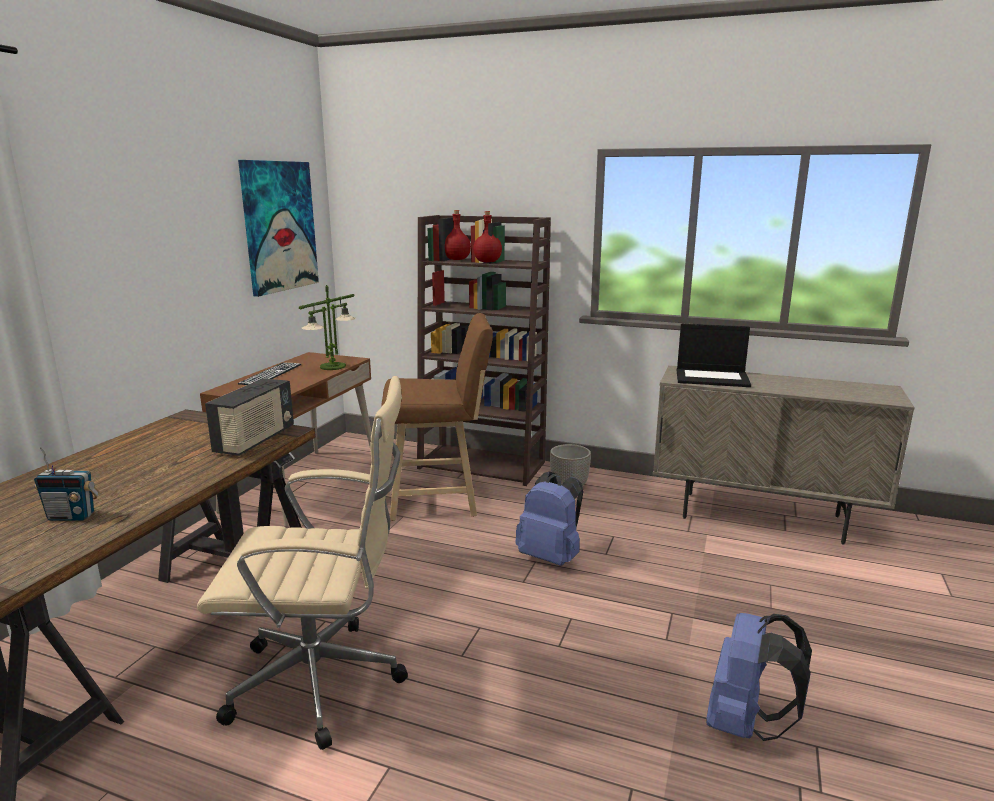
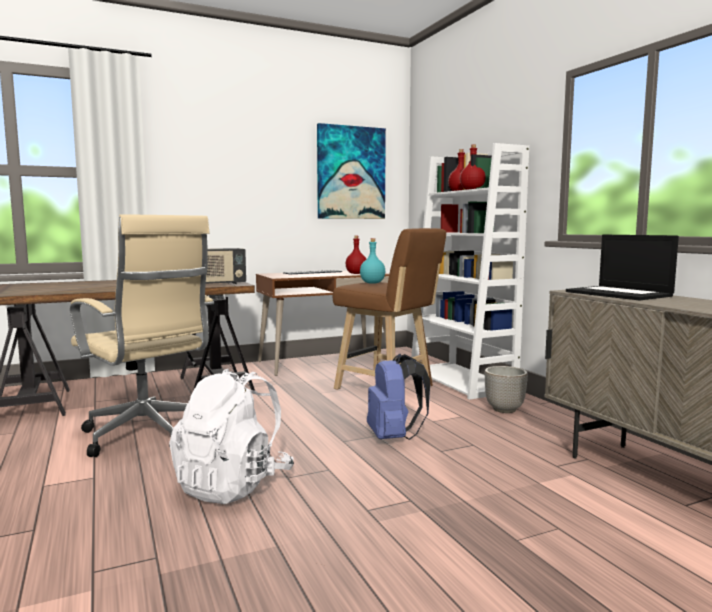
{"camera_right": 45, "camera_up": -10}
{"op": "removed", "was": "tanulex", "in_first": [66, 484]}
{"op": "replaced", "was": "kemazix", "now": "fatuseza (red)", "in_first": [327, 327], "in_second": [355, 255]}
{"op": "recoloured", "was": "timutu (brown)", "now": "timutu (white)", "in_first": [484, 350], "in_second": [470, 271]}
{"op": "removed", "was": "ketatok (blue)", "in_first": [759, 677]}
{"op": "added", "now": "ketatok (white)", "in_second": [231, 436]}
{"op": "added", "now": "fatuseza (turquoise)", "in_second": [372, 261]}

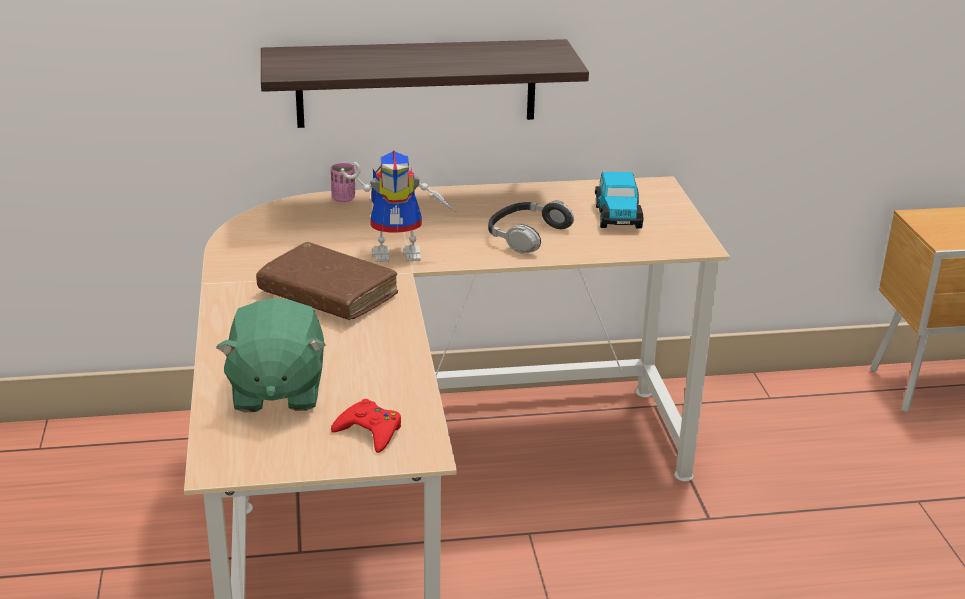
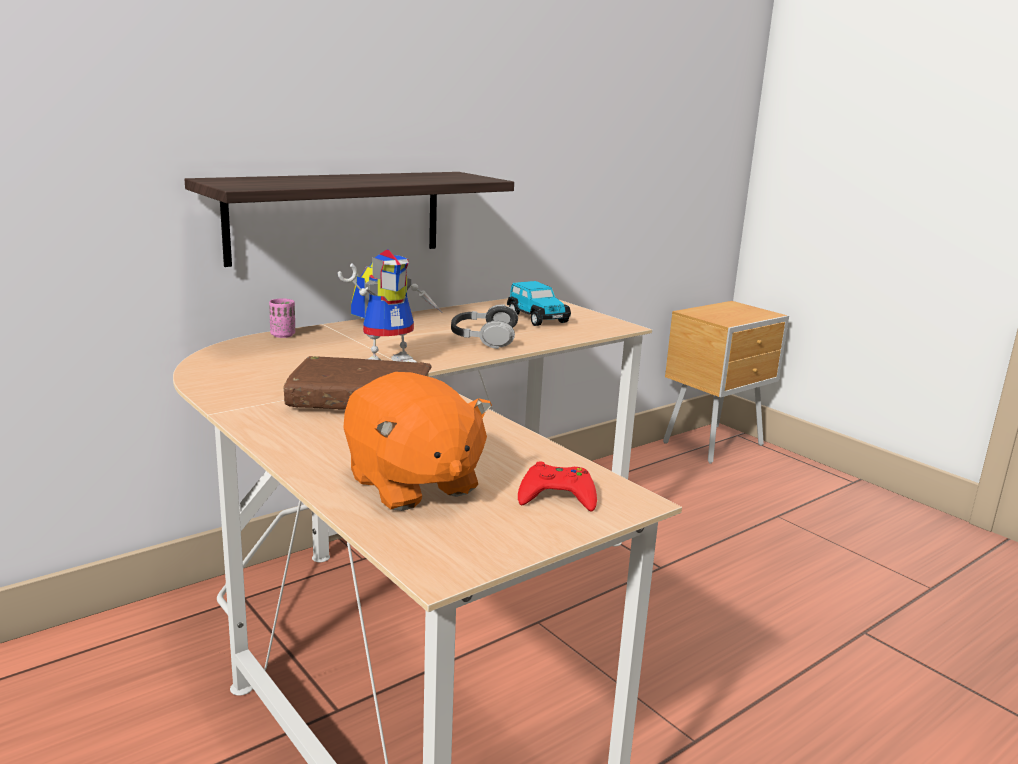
{"camera_right": -30, "camera_up": -10}
{"op": "recoloured", "was": "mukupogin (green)", "now": "mukupogin (orange)", "in_first": [271, 355], "in_second": [417, 441]}

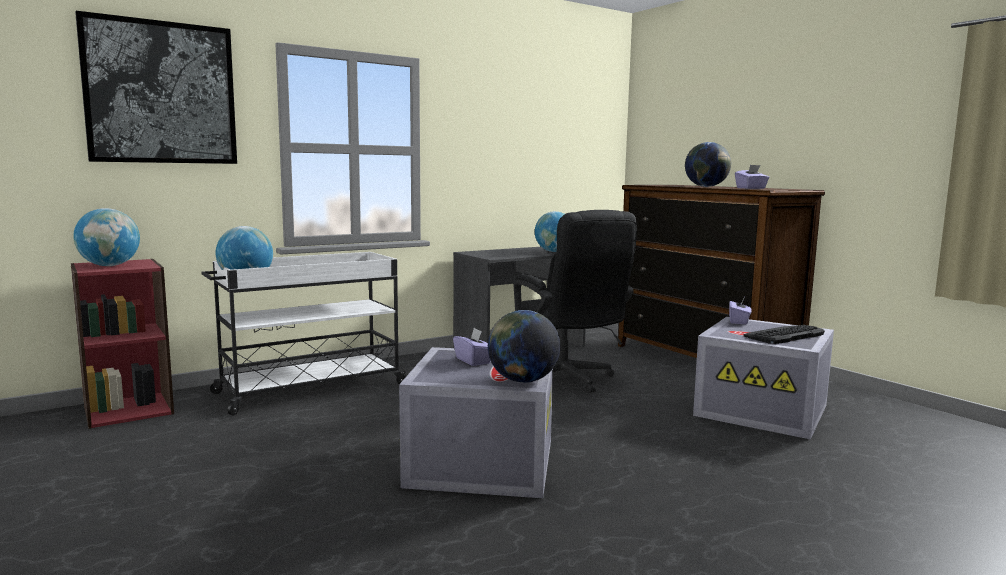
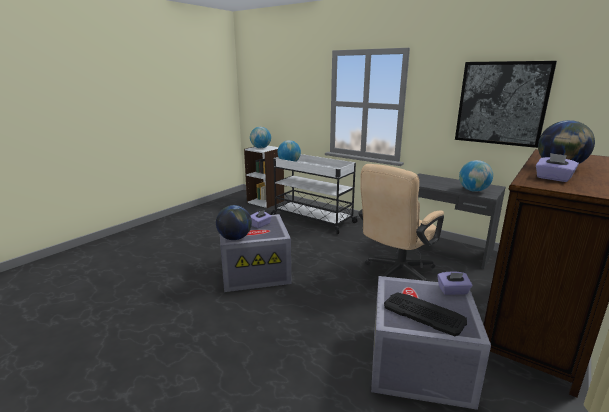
{"camera_right": 70, "camera_up": 10}
{"op": "recoloured", "was": "timutu (red)", "now": "timutu (white)", "in_first": [122, 344], "in_second": [264, 177]}
{"op": "moved", "was": "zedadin", "in_first": [156, 87], "in_second": [506, 104]}
{"op": "recoloured", "was": "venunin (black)", "now": "venunin (beige)", "in_first": [575, 301], "in_second": [401, 222]}

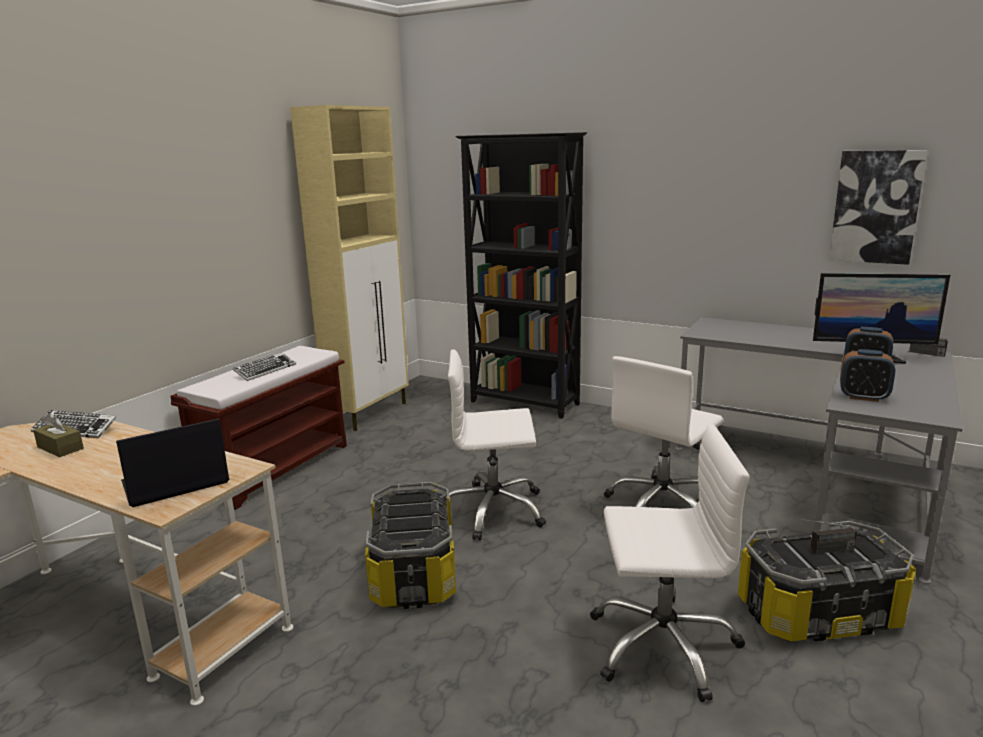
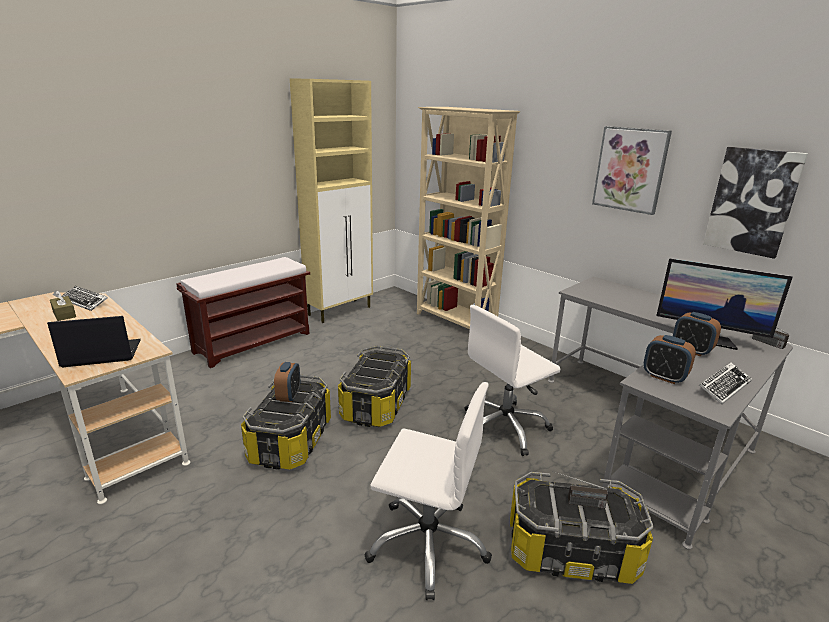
{"camera_right": 15, "camera_up": 5}
{"op": "moved", "was": "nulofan", "in_first": [264, 366], "in_second": [725, 383]}
{"op": "replaced", "was": "venunin (white)", "now": "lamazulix", "in_first": [497, 445], "in_second": [374, 386]}
{"op": "recoloured", "was": "timutu (black)", "now": "timutu (beige)", "in_first": [521, 275], "in_second": [468, 218]}
{"op": "added", "now": "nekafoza", "in_second": [287, 382]}
{"op": "added", "now": "zedadin", "in_second": [632, 170]}

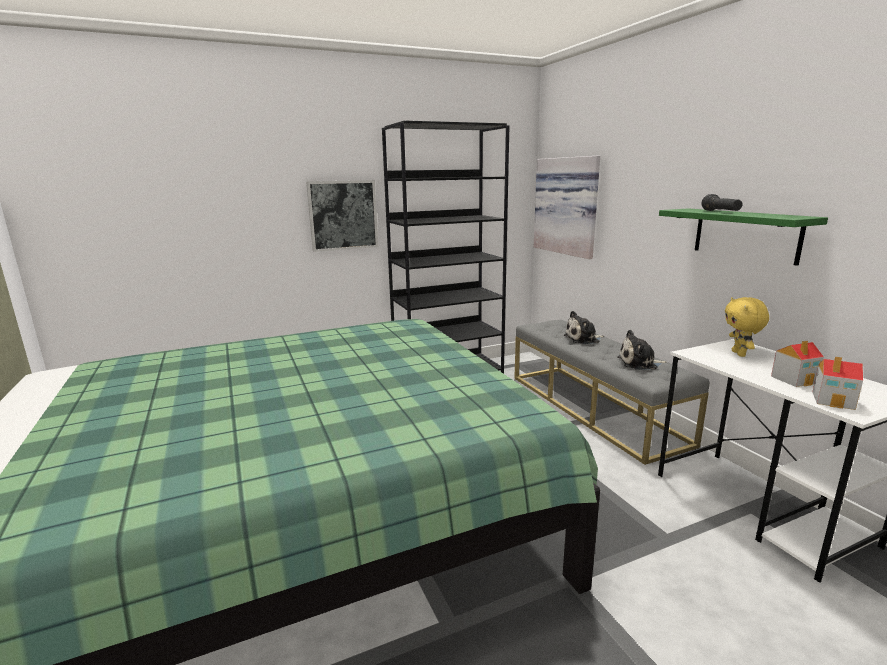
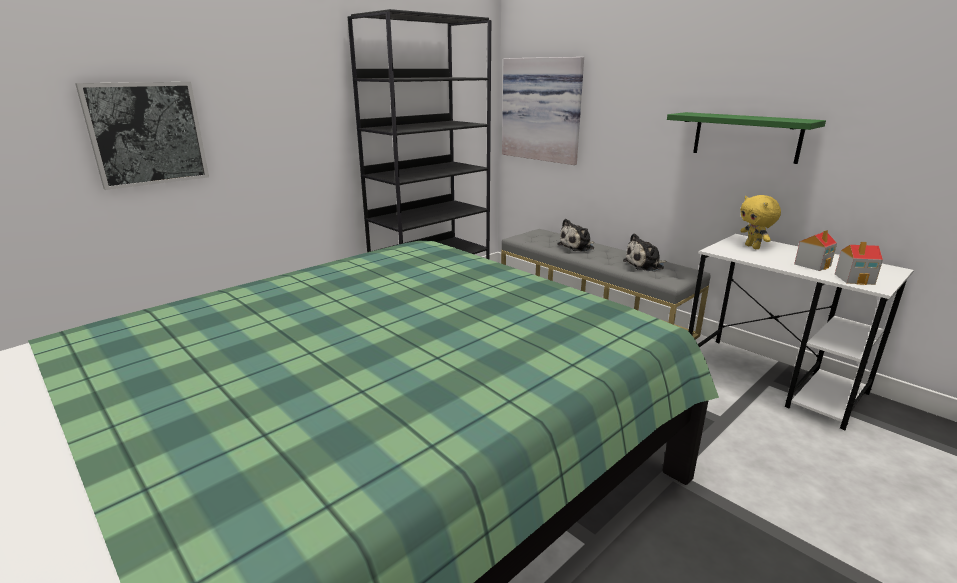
{"camera_right": -20, "camera_up": 5}
{"op": "moved", "was": "zedadin", "in_first": [342, 216], "in_second": [142, 136]}
{"op": "removed", "was": "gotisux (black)", "in_first": [722, 202]}

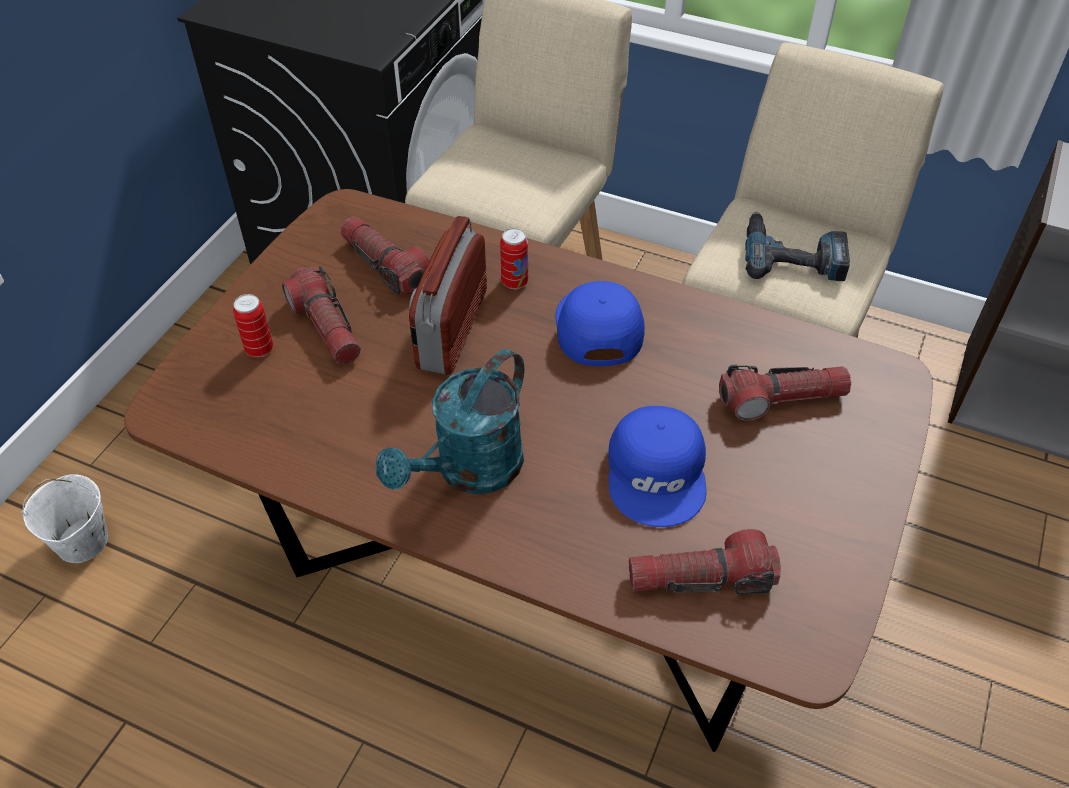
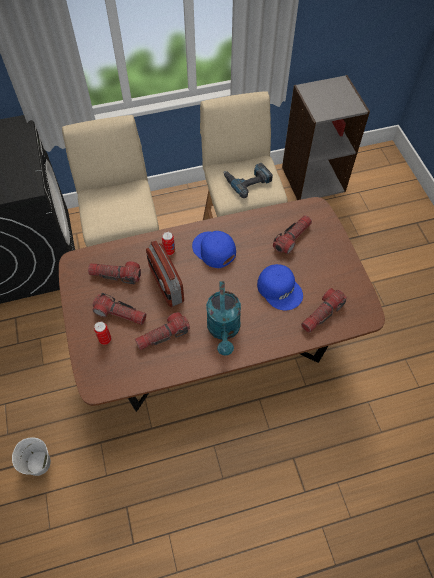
{"camera_right": -40, "camera_up": 10}
{"op": "added", "now": "gotisux", "in_second": [162, 331]}

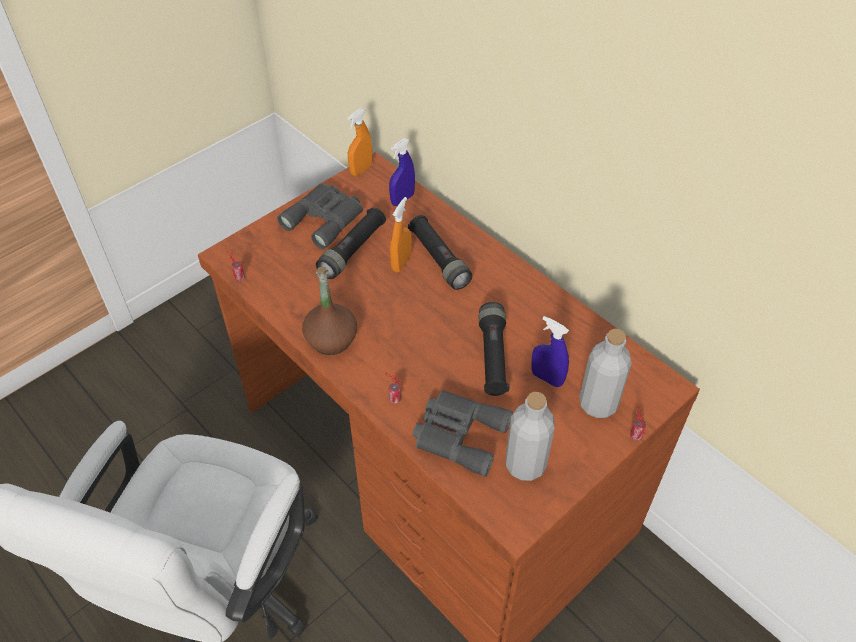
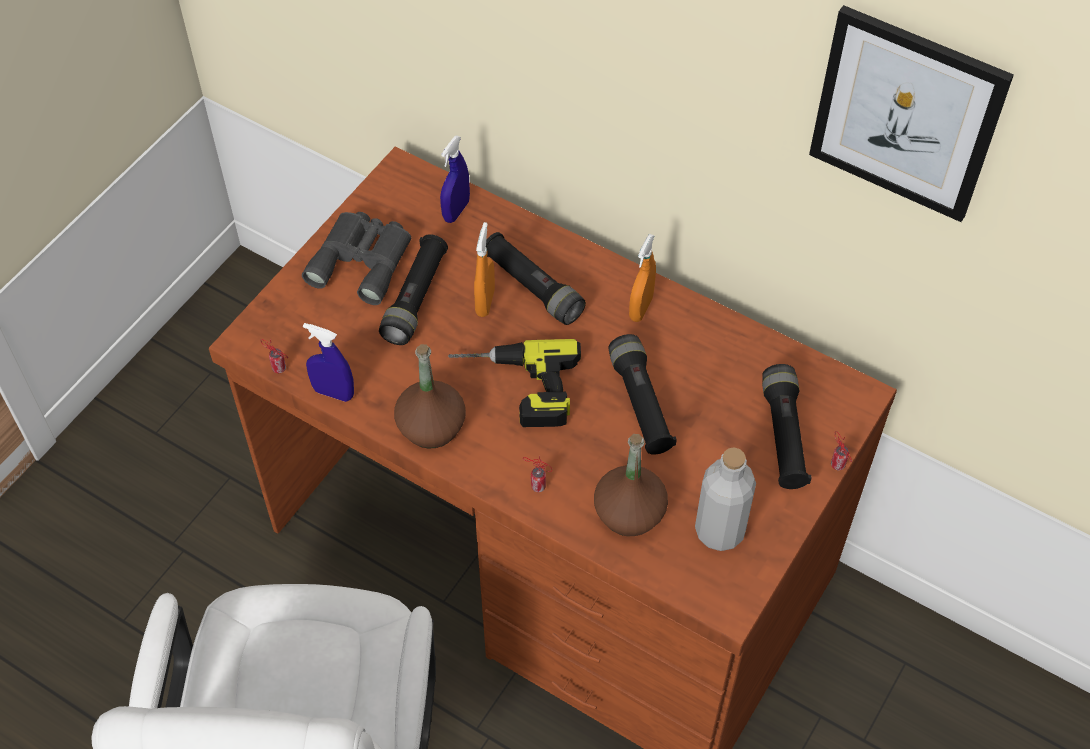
{"camera_right": -15, "camera_up": 5}
{"op": "moved", "was": "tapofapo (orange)", "in_first": [360, 142], "in_second": [642, 278]}
{"op": "replaced", "was": "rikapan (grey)", "now": "fatuseza (brown)", "in_first": [462, 433], "in_second": [631, 485]}
{"op": "moved", "was": "tapofapo (blue)", "in_first": [550, 351], "in_second": [328, 362]}
{"op": "replaced", "was": "fatuseza (grey)", "now": "gotisux (black)", "in_first": [605, 373], "in_second": [787, 426]}
{"op": "added", "now": "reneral", "in_second": [514, 383]}
{"op": "added", "now": "zedadin", "in_second": [911, 113]}

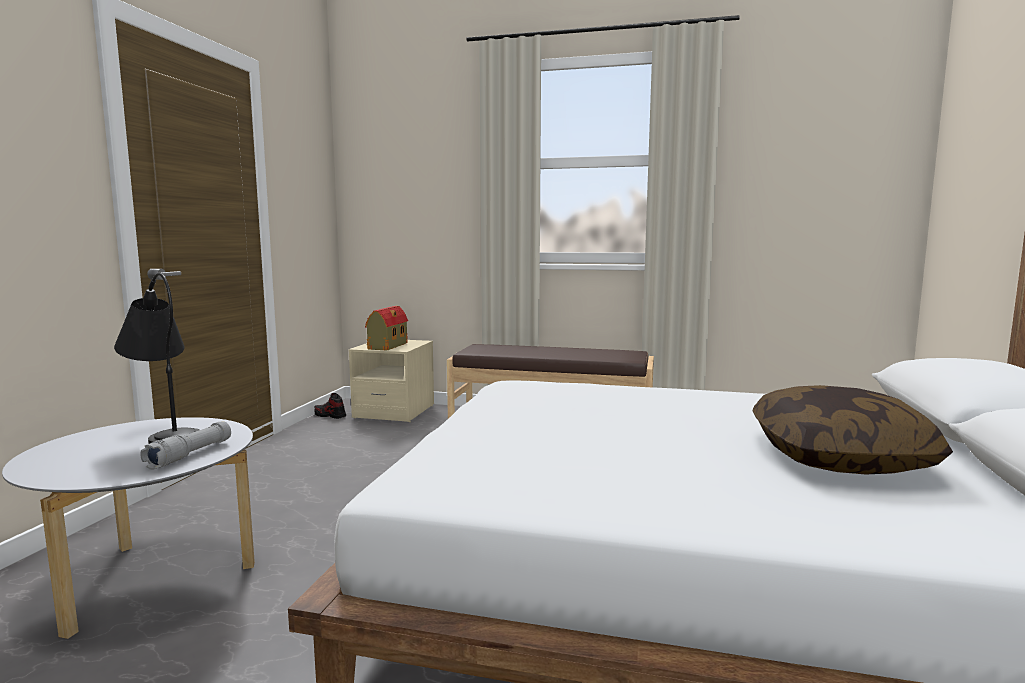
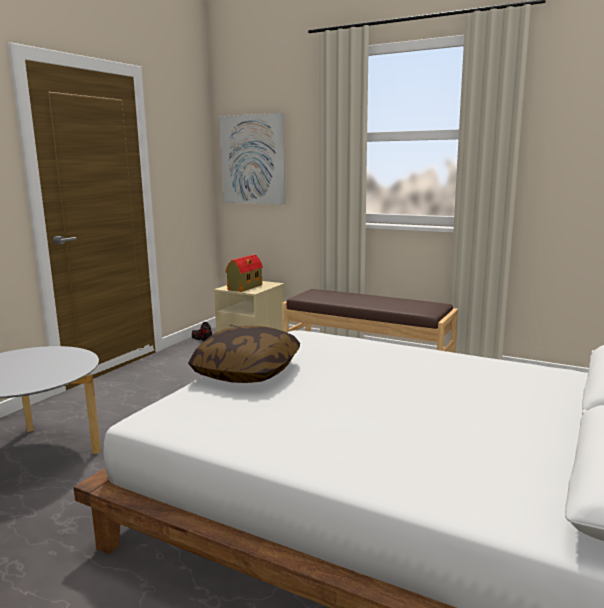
{"camera_right": 15, "camera_up": 5}
{"op": "removed", "was": "kemazix (black)", "in_first": [157, 358]}
{"op": "removed", "was": "gotisux (grey)", "in_first": [185, 445]}
{"op": "moved", "was": "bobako", "in_first": [853, 430], "in_second": [244, 354]}
{"op": "added", "now": "zedadin", "in_second": [252, 158]}

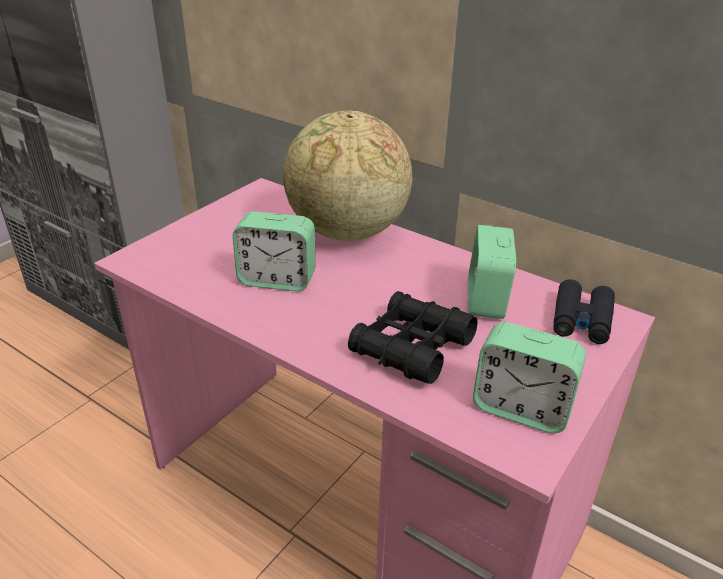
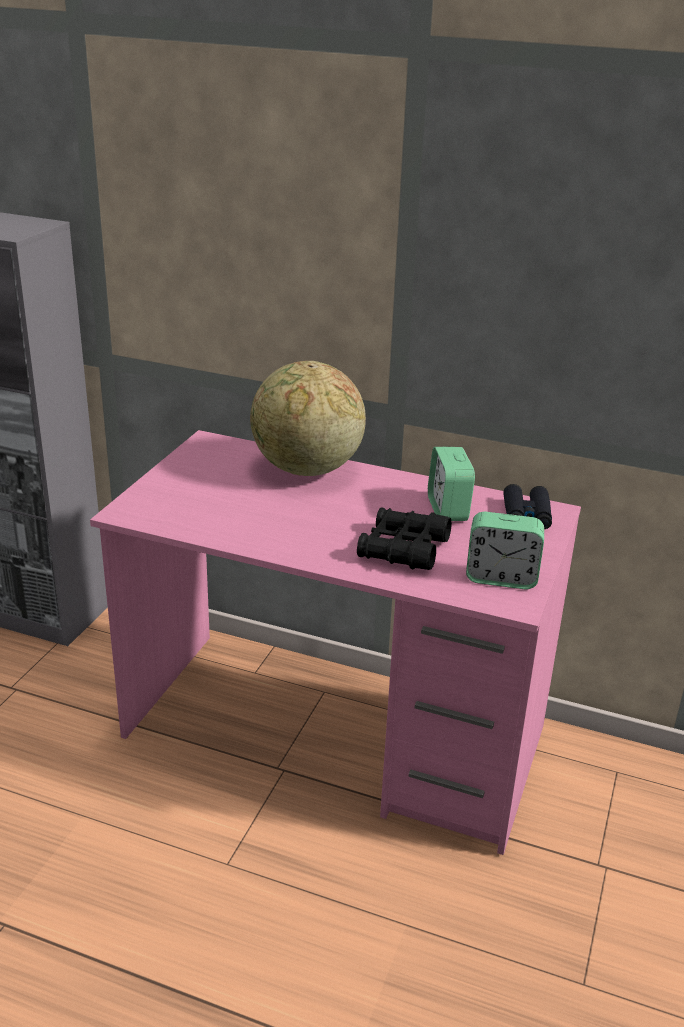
{"camera_right": -15, "camera_up": -5}
{"op": "removed", "was": "nekafoza", "in_first": [274, 251]}

